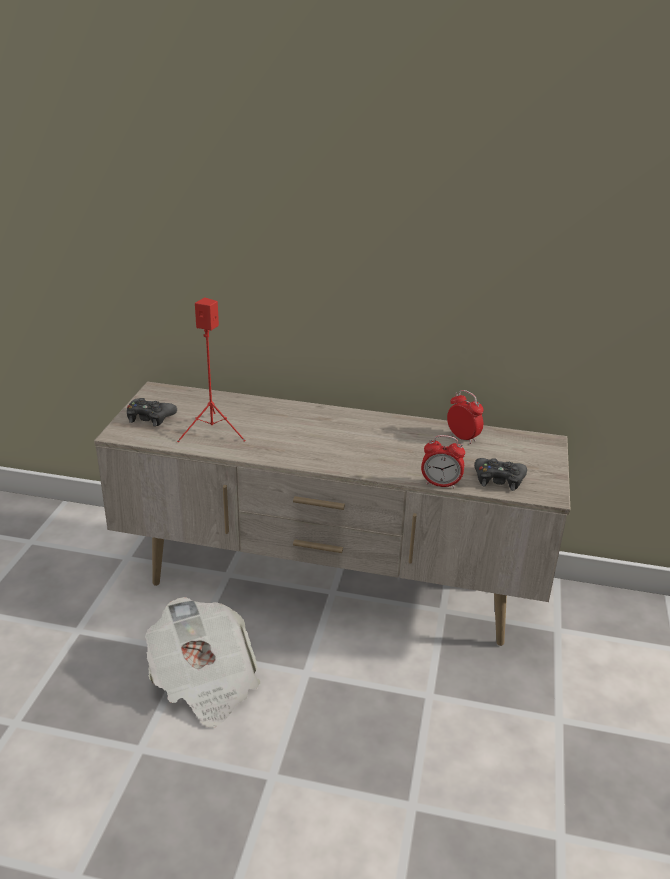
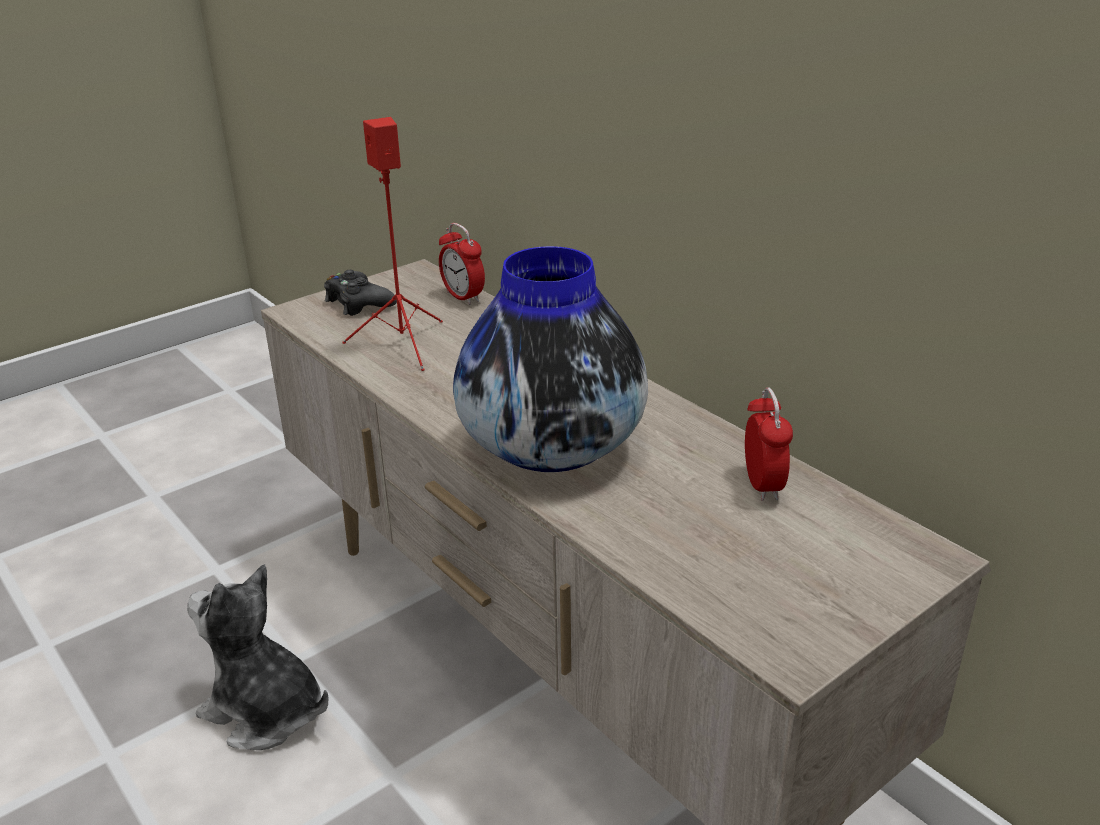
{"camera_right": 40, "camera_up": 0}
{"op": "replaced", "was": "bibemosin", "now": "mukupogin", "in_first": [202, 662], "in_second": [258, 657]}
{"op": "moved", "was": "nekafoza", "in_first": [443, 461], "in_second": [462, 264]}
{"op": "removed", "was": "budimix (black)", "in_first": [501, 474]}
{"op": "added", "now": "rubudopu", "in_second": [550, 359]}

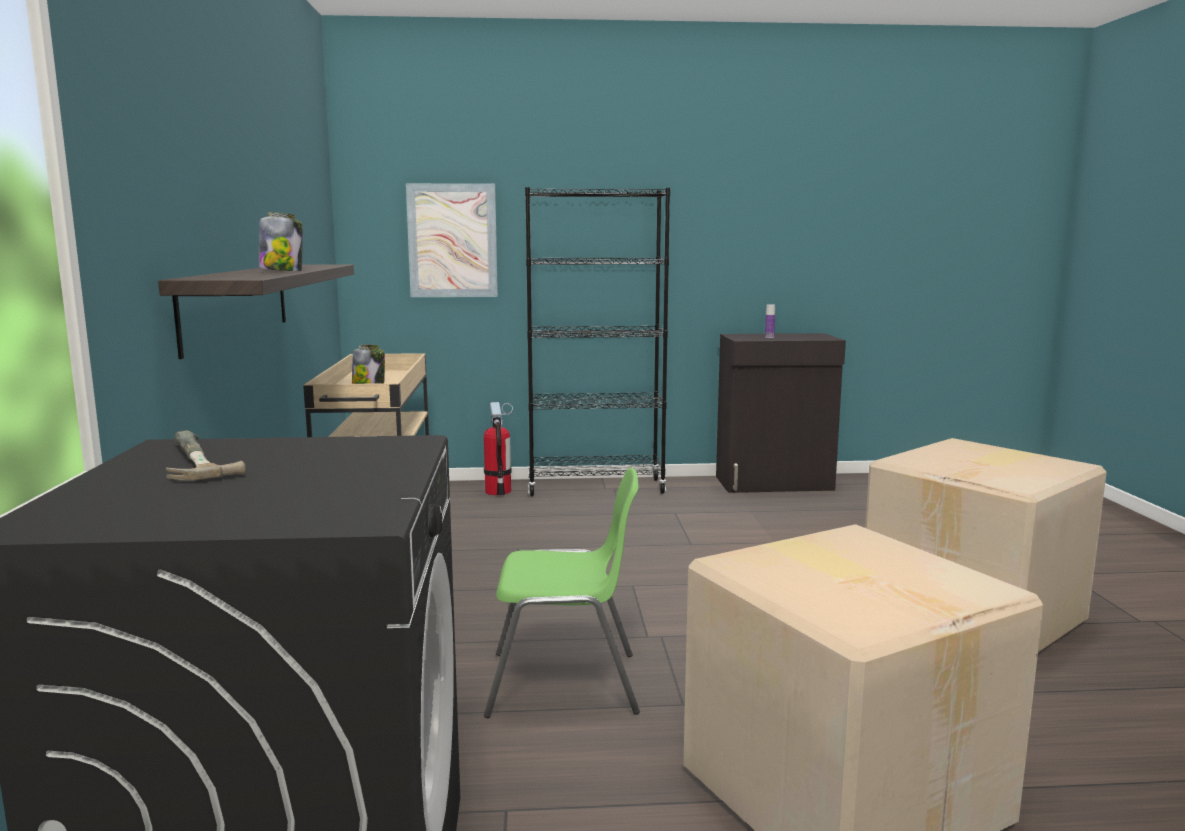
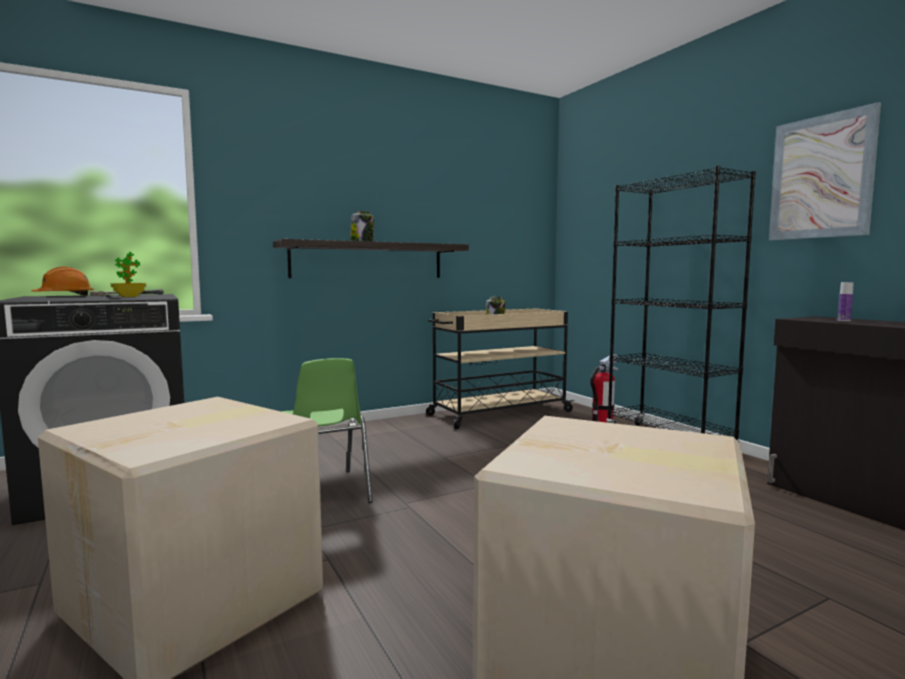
{"camera_right": 65, "camera_up": -5}
{"op": "moved", "was": "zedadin", "in_first": [452, 240], "in_second": [825, 171]}
{"op": "added", "now": "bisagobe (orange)", "in_second": [63, 281]}
{"op": "added", "now": "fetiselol", "in_second": [128, 274]}

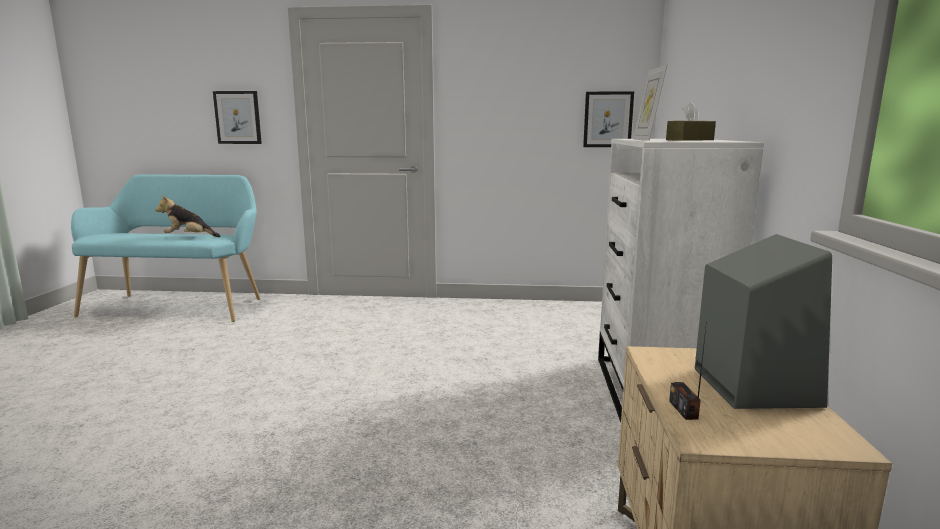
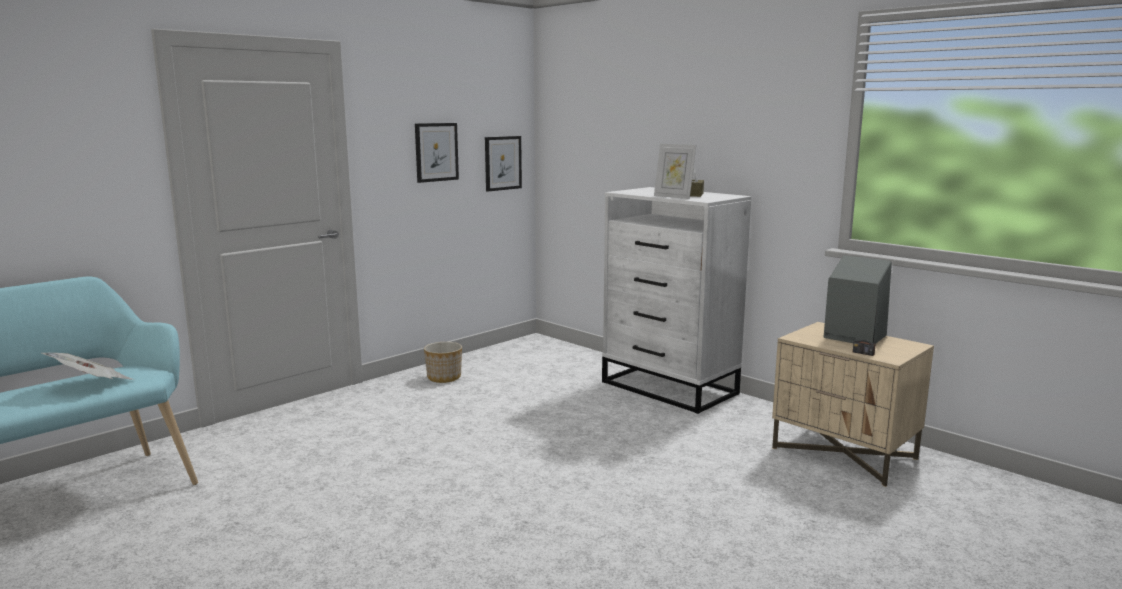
{"camera_right": -50, "camera_up": 0}
{"op": "replaced", "was": "mukupogin", "now": "bibemosin", "in_first": [188, 216], "in_second": [87, 366]}
{"op": "moved", "was": "zedadin", "in_first": [237, 117], "in_second": [437, 153]}
{"op": "added", "now": "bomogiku", "in_second": [443, 362]}

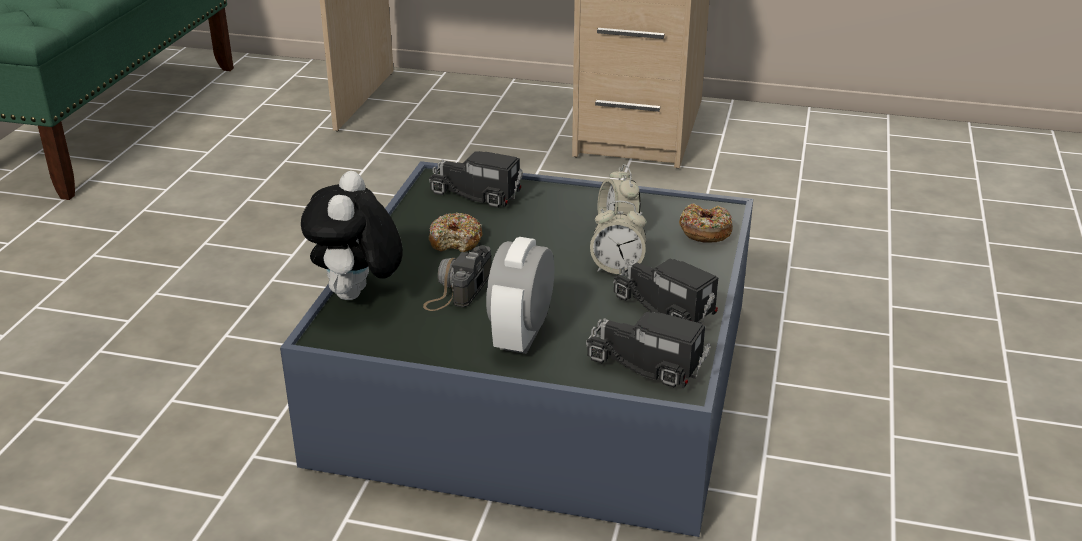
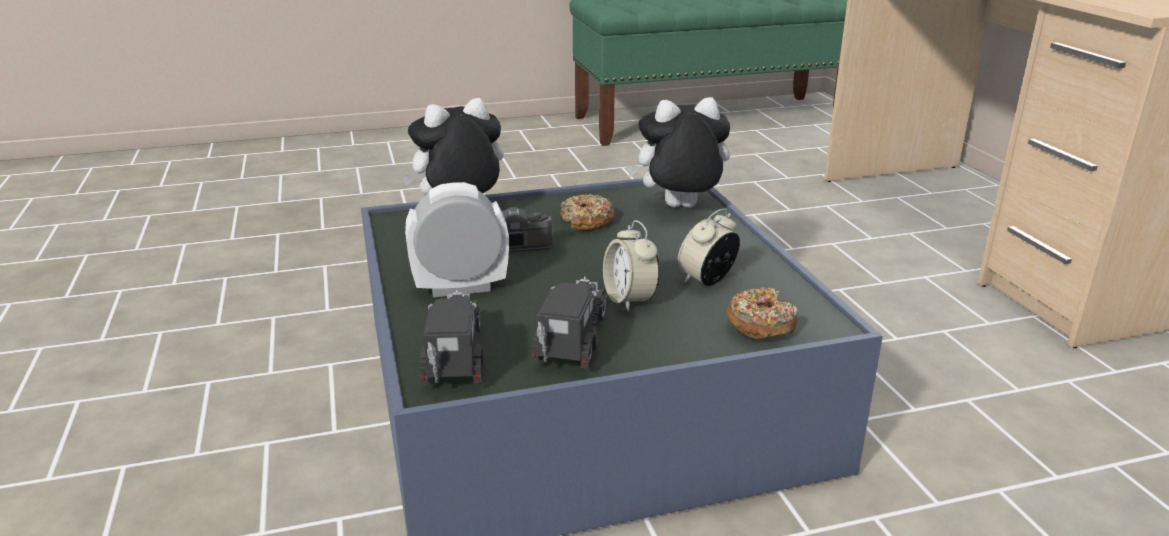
{"camera_right": 60, "camera_up": -5}
{"op": "replaced", "was": "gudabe", "now": "mukupogin", "in_first": [476, 179], "in_second": [678, 152]}

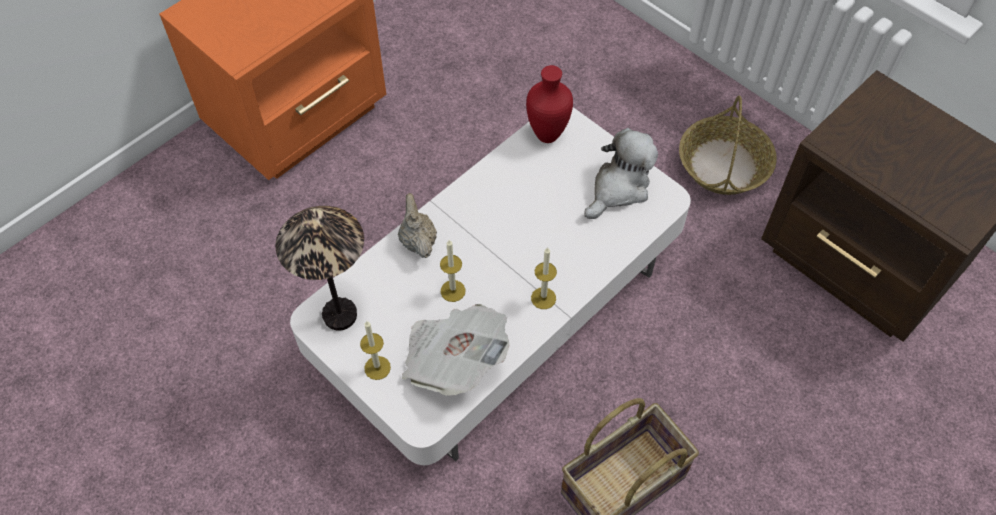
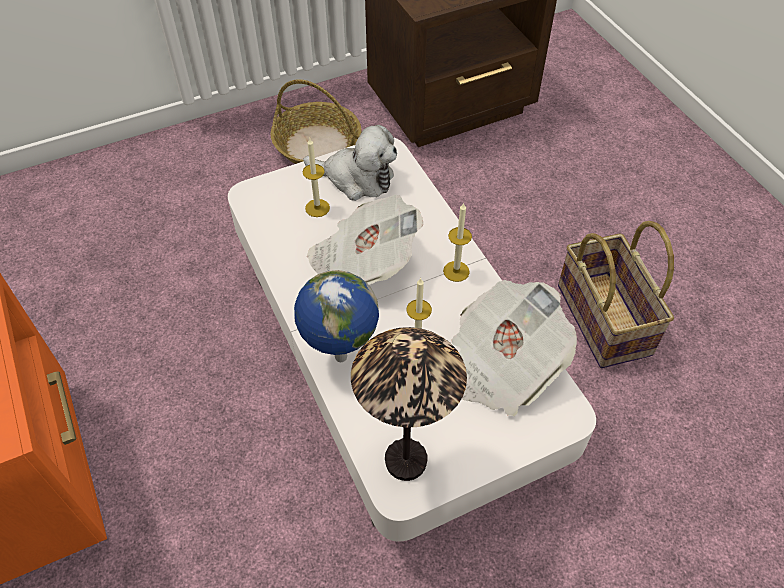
{"camera_right": -70, "camera_up": -5}
{"op": "moved", "was": "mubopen", "in_first": [375, 350], "in_second": [316, 177]}
{"op": "replaced", "was": "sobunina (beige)", "now": "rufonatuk", "in_first": [417, 225], "in_second": [336, 316]}
{"op": "removed", "was": "rubudopu (red)", "in_first": [549, 104]}
{"op": "turned", "was": "mukupogin", "in_first": [621, 173], "in_second": [350, 163], "clockwise": 135}
{"op": "added", "now": "bibemosin", "in_second": [365, 240]}

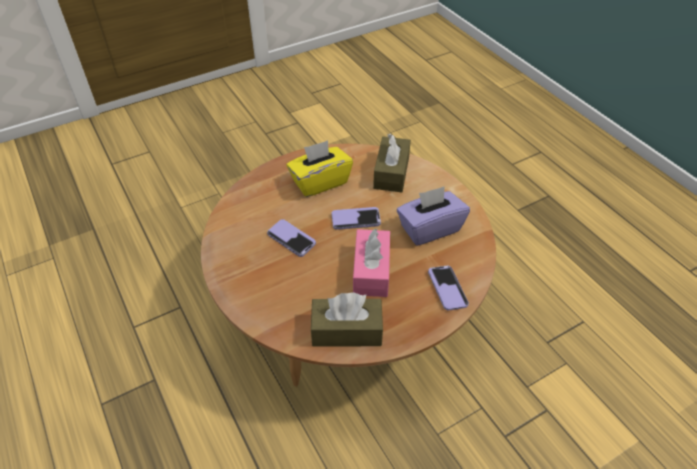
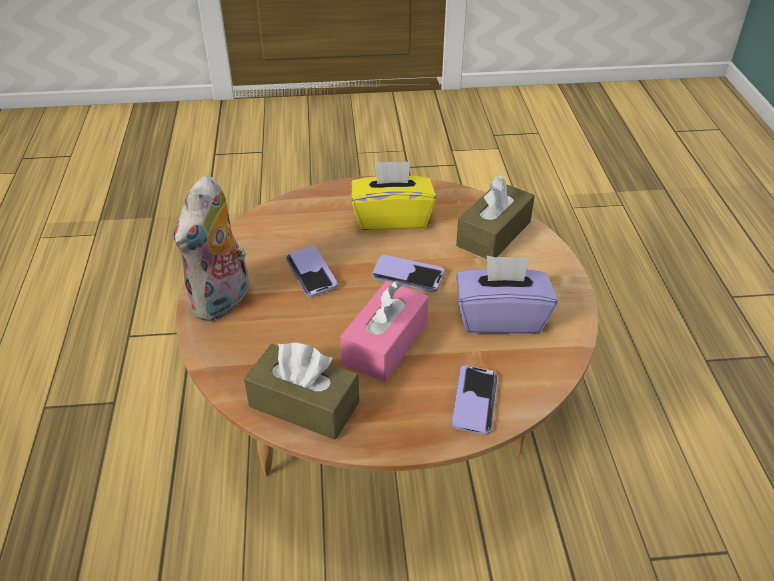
{"camera_right": 25, "camera_up": -5}
{"op": "added", "now": "mukupogin", "in_second": [212, 248]}

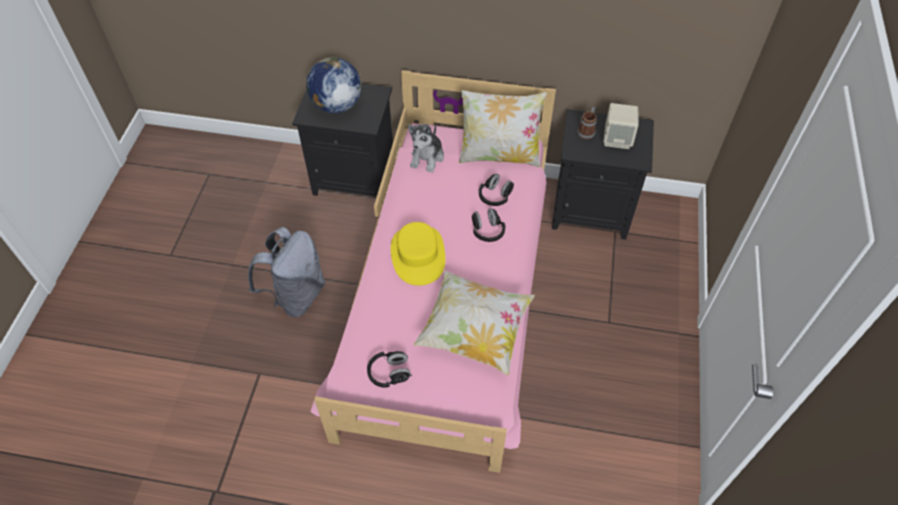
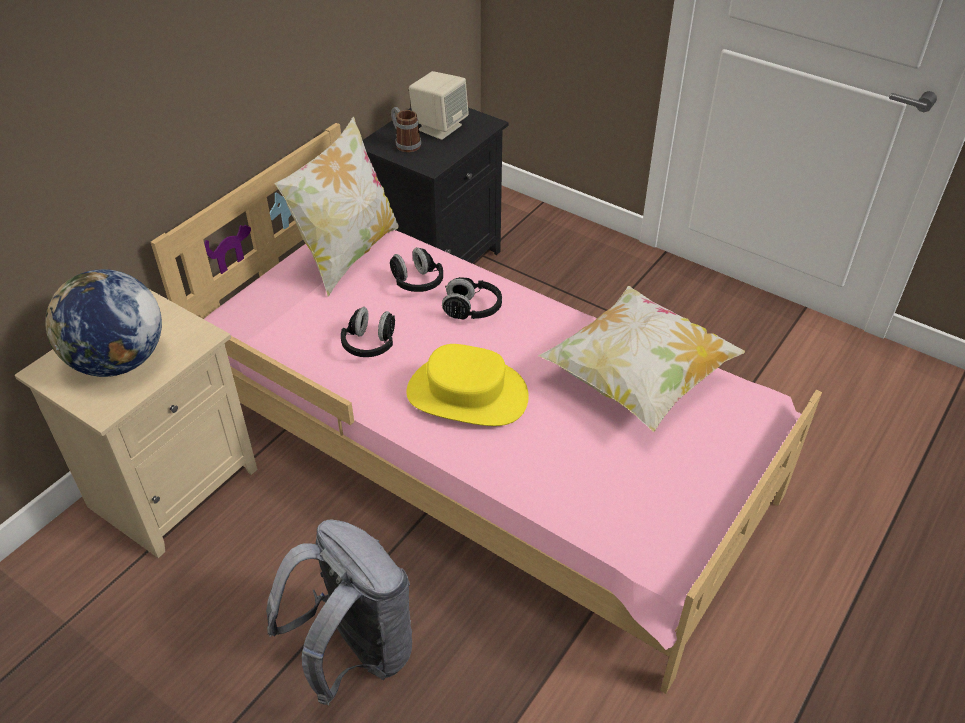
{"camera_right": -65, "camera_up": -10}
{"op": "recoloured", "was": "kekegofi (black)", "now": "kekegofi (beige)", "in_first": [343, 143], "in_second": [136, 423]}
{"op": "moved", "was": "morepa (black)", "in_first": [389, 369], "in_second": [368, 332]}
{"op": "removed", "was": "mukupogin", "in_first": [426, 148]}

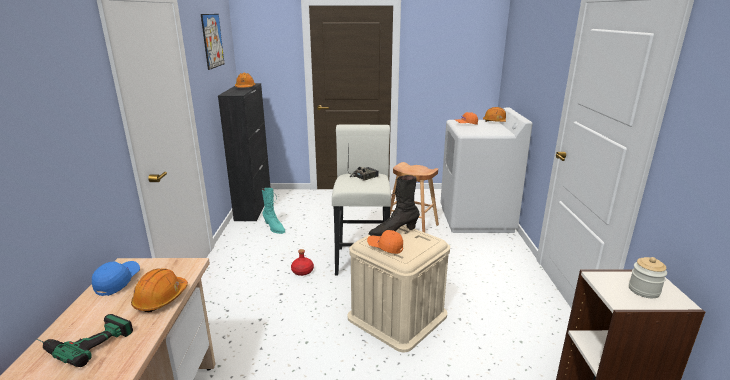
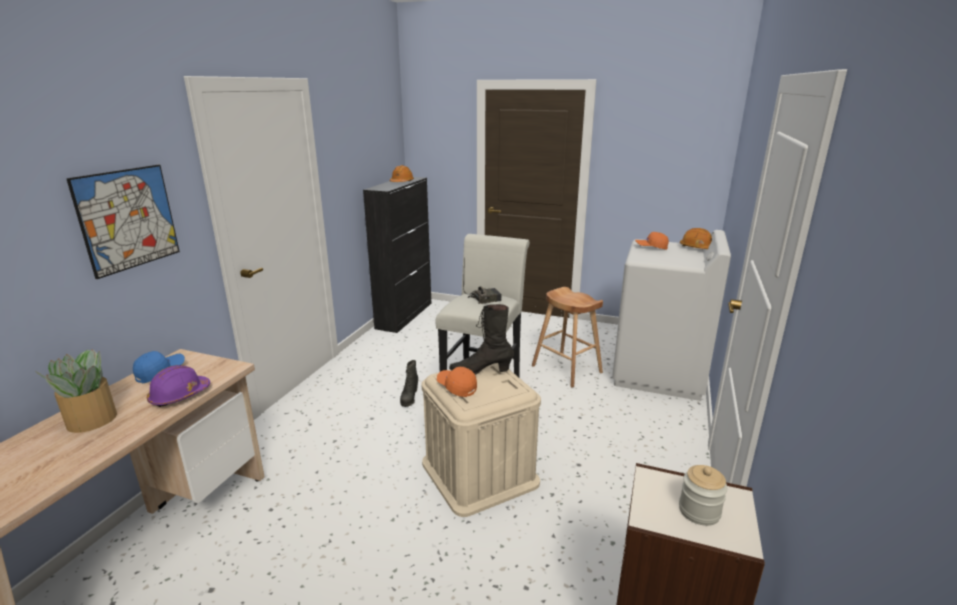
{"camera_right": 20, "camera_up": 0}
{"op": "replaced", "was": "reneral", "now": "fetiselol", "in_first": [84, 340], "in_second": [75, 391]}
{"op": "recoloured", "was": "bisagobe (orange)", "now": "bisagobe (purple)", "in_first": [159, 290], "in_second": [178, 386]}
{"op": "moved", "was": "zedadin", "in_first": [213, 42], "in_second": [123, 222]}
{"op": "removed", "was": "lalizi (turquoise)", "in_first": [273, 211]}
{"op": "replaced", "was": "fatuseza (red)", "now": "lalizi (black)", "in_first": [302, 262], "in_second": [409, 383]}

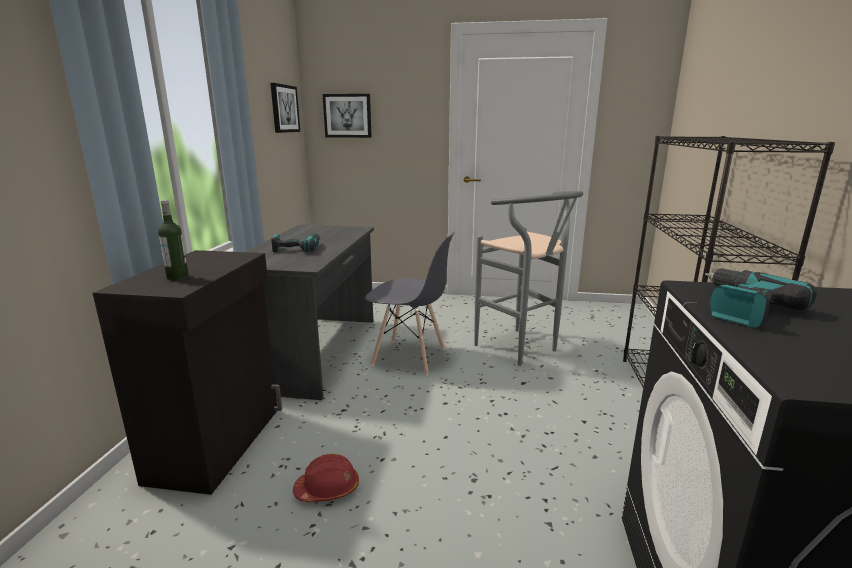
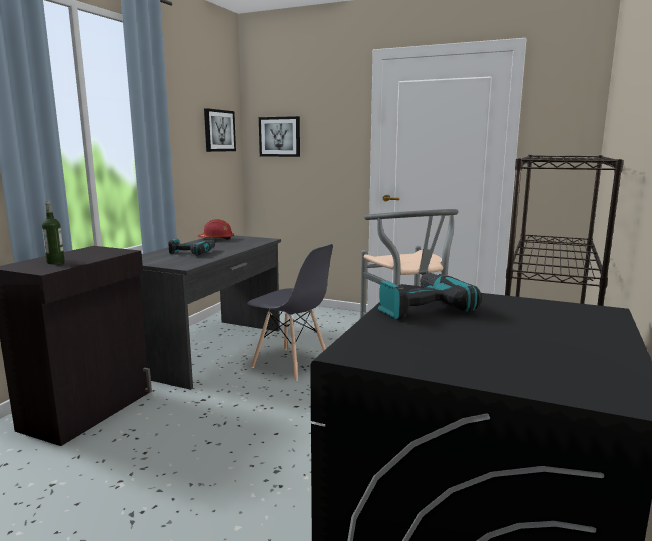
{"camera_right": 15, "camera_up": -5}
{"op": "moved", "was": "bisagobe (red)", "in_first": [326, 478], "in_second": [216, 229]}

